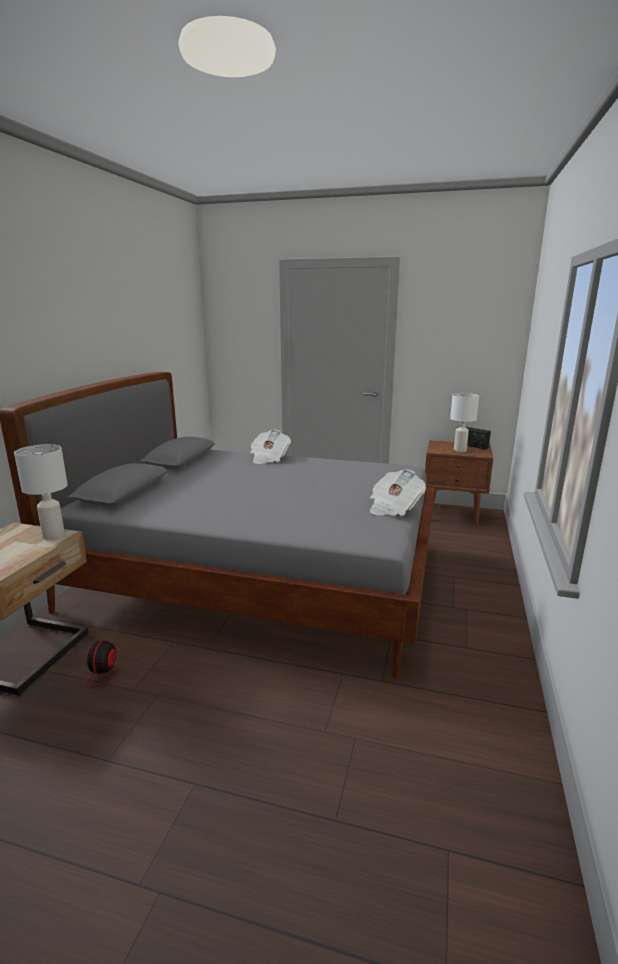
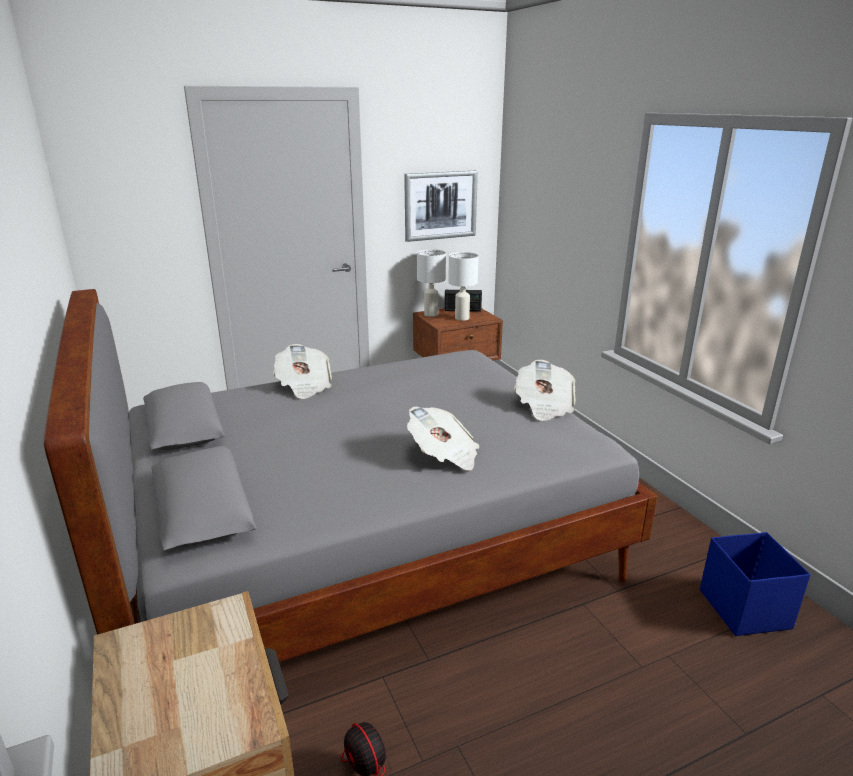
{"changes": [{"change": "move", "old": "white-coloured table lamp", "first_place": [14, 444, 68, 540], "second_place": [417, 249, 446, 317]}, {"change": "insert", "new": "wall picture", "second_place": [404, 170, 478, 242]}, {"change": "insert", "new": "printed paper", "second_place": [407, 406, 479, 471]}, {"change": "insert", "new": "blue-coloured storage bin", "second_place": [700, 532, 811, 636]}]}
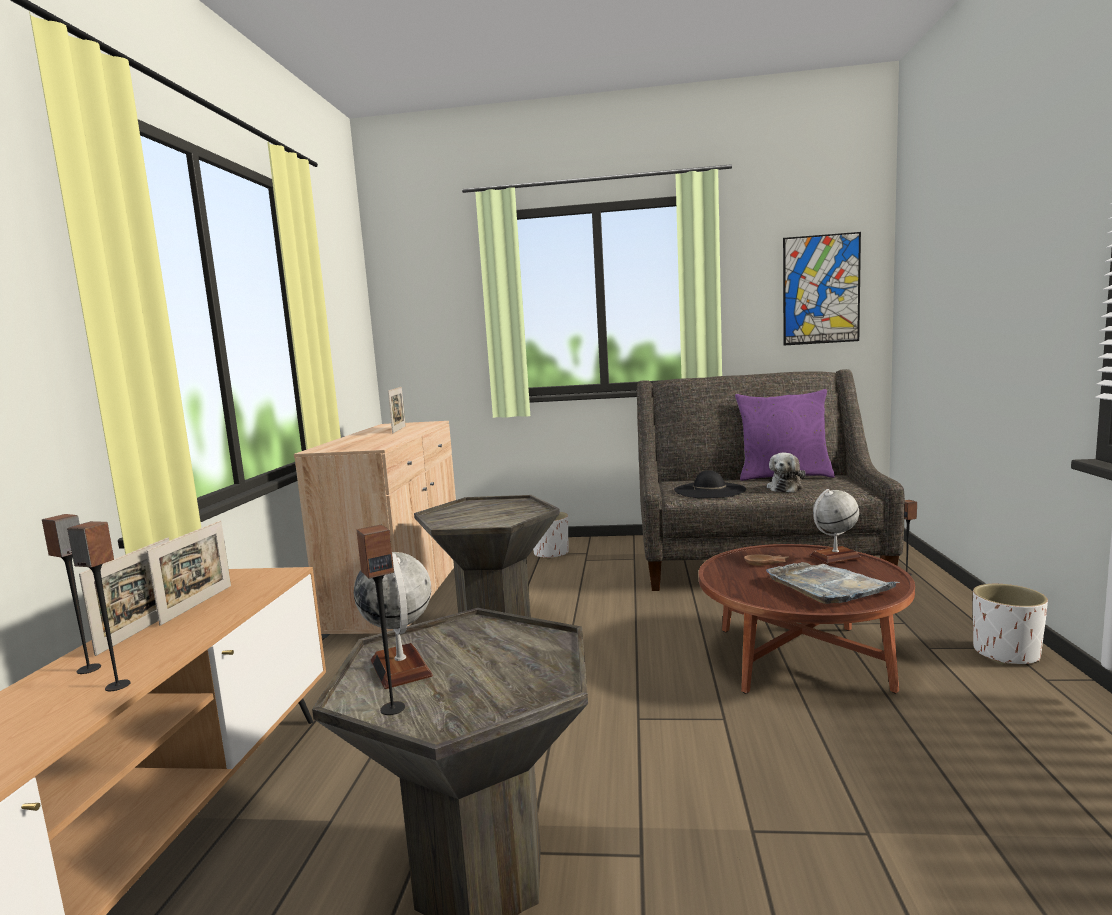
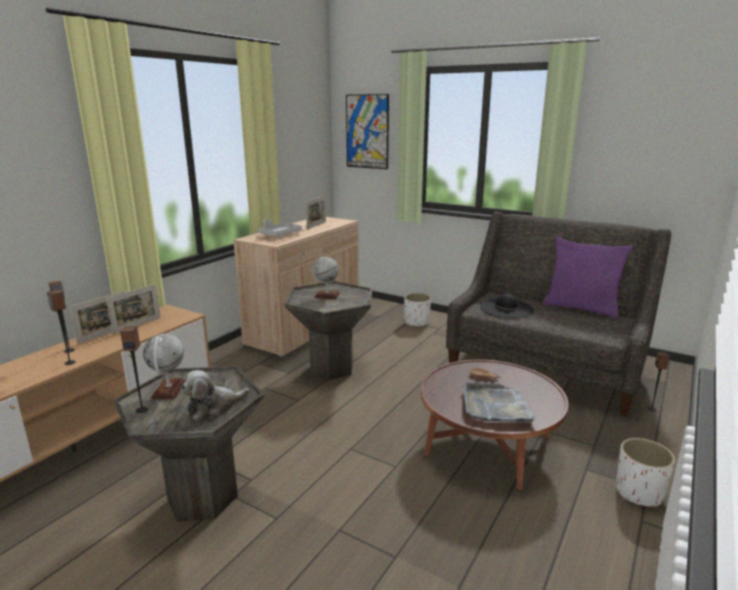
{"changes": [{"change": "move", "old": "soft toy", "first_place": [767, 453, 806, 493], "second_place": [181, 370, 250, 421]}, {"change": "move", "old": "wall picture", "first_place": [783, 232, 861, 346], "second_place": [346, 94, 389, 169]}, {"change": "move", "old": "world globe", "first_place": [810, 489, 861, 564], "second_place": [312, 256, 340, 299]}, {"change": "insert", "new": "grey carrying tray", "second_place": [258, 219, 302, 236]}]}
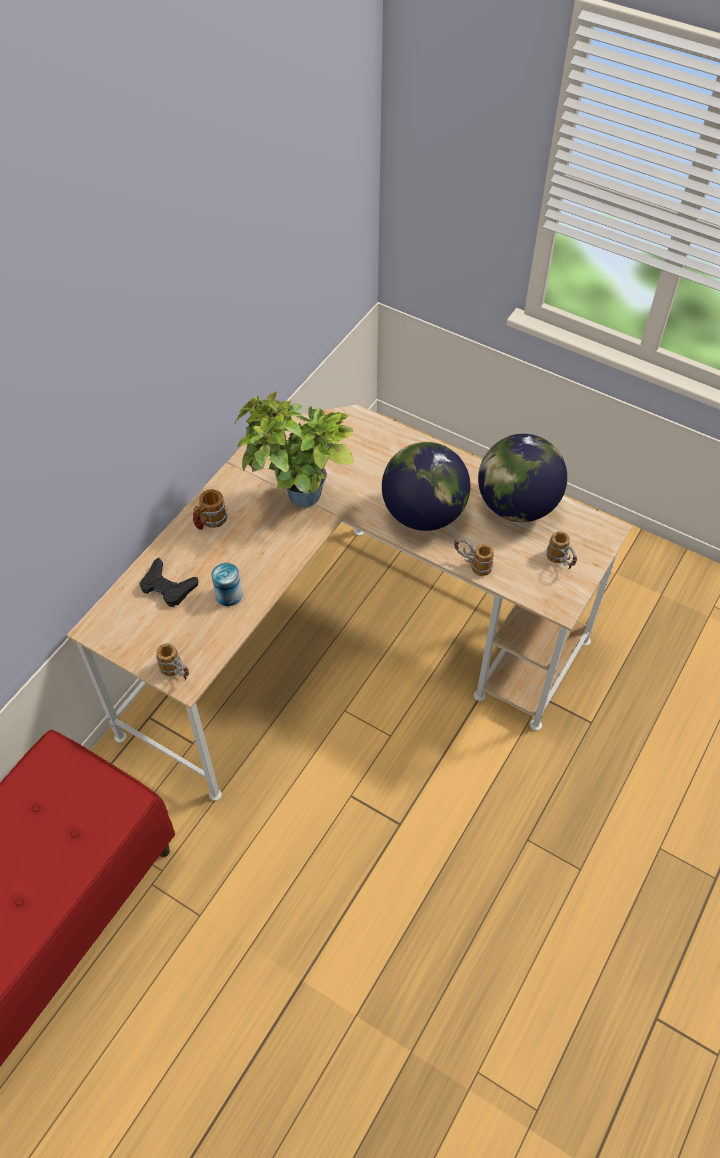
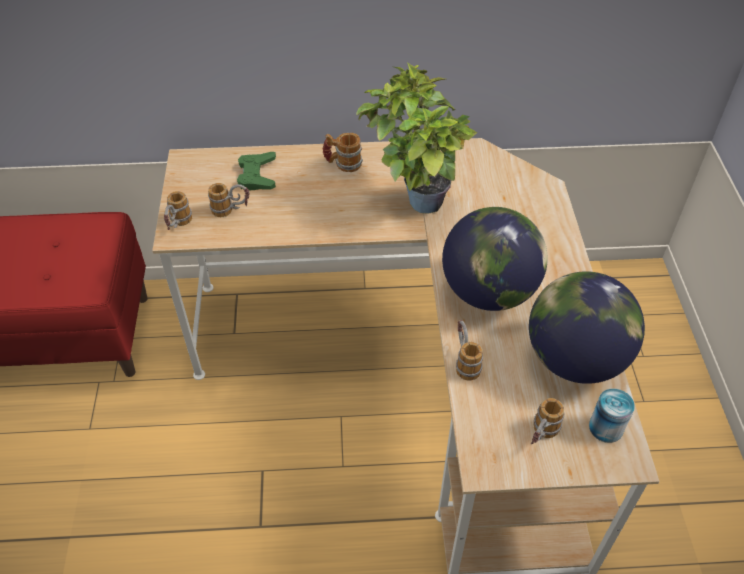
{"changes": [{"change": "recolor", "old": "black gamepad", "new": "greenish gamepad", "first_place": [140, 558, 198, 607], "second_place": [237, 152, 276, 190]}, {"change": "move", "old": "sealed can", "first_place": [211, 563, 243, 606], "second_place": [589, 389, 635, 443]}, {"change": "insert", "new": "tea mug", "second_place": [208, 183, 250, 217]}]}
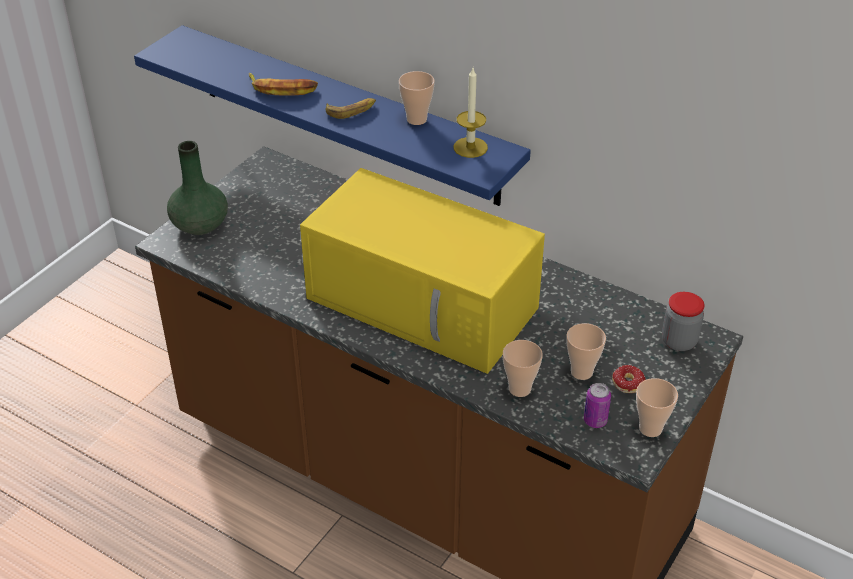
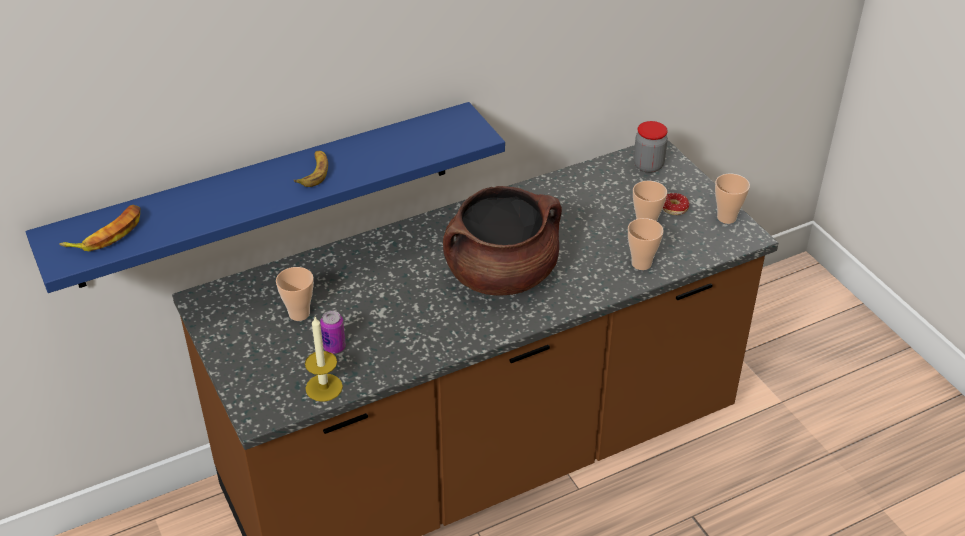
{"changes": [{"change": "delete", "old": "greenish vase", "first_place": [167, 141, 228, 235]}, {"change": "move", "old": "banana fruit", "first_place": [249, 73, 318, 96], "second_place": [59, 205, 140, 251]}, {"change": "replace", "old": "yellow-coloured microwave", "new": "brown saucepot", "first_place": [300, 168, 545, 374], "second_place": [443, 186, 562, 295]}, {"change": "move", "old": "small cup", "first_place": [399, 71, 435, 125], "second_place": [276, 267, 314, 321]}, {"change": "move", "old": "wax candle", "first_place": [453, 68, 488, 158], "second_place": [305, 317, 343, 402]}, {"change": "move", "old": "sealed can", "first_place": [584, 383, 611, 428], "second_place": [320, 311, 346, 354]}]}
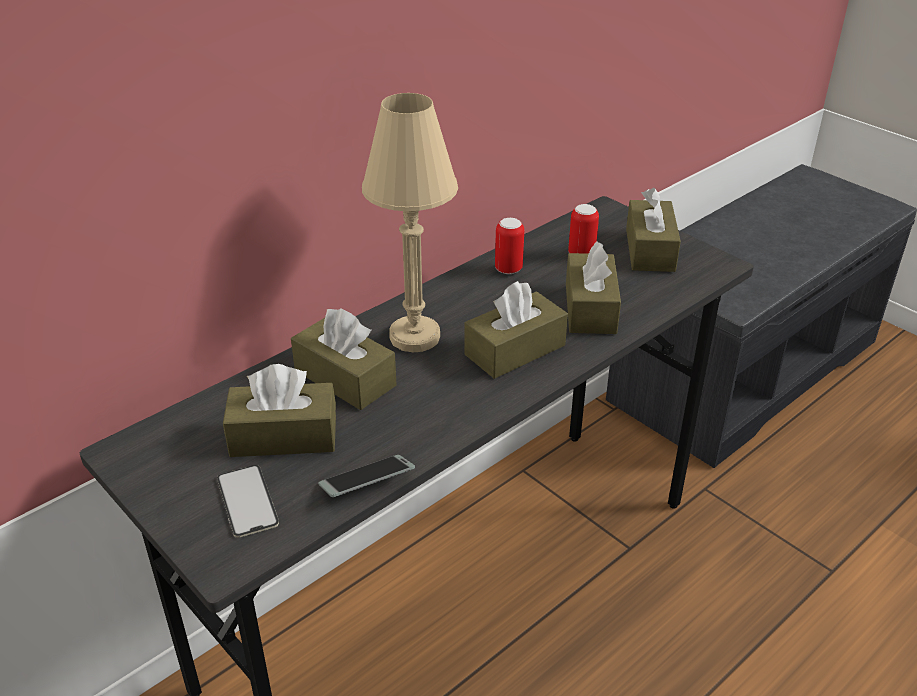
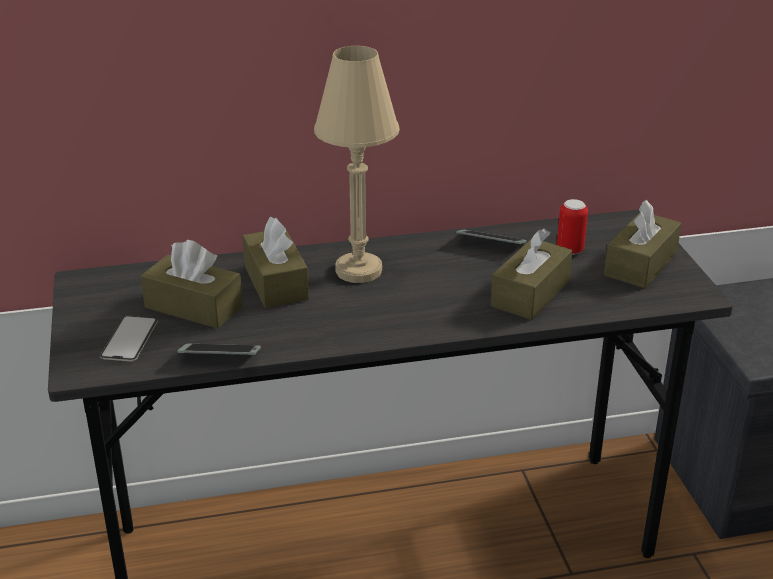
{"changes": [{"change": "delete", "old": "brown tissue holder", "first_place": [464, 281, 568, 379]}, {"change": "replace", "old": "sealed can", "new": "telephone", "first_place": [495, 218, 524, 274], "second_place": [456, 230, 526, 244]}]}
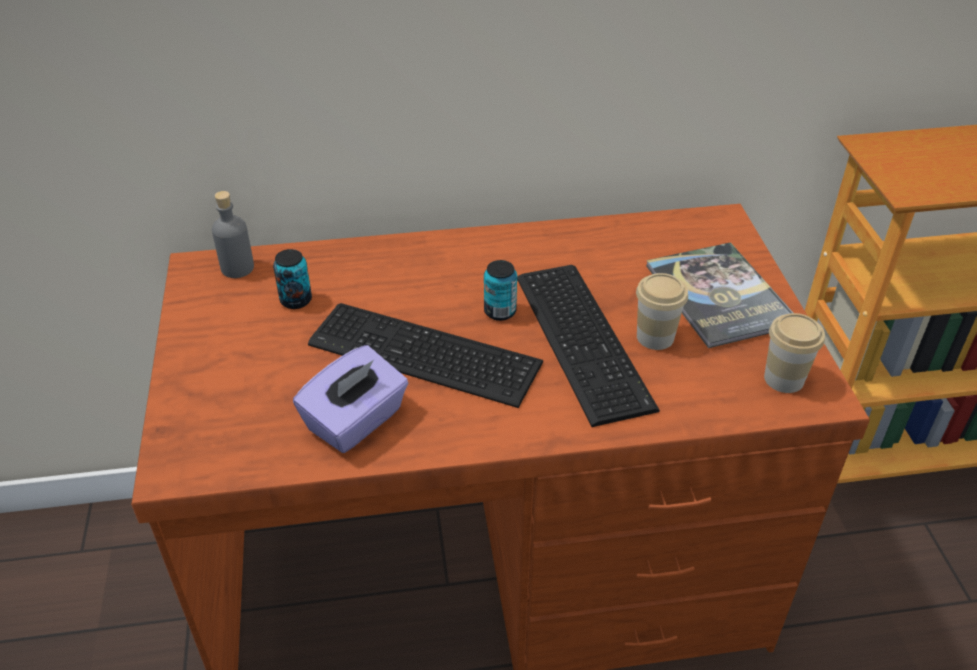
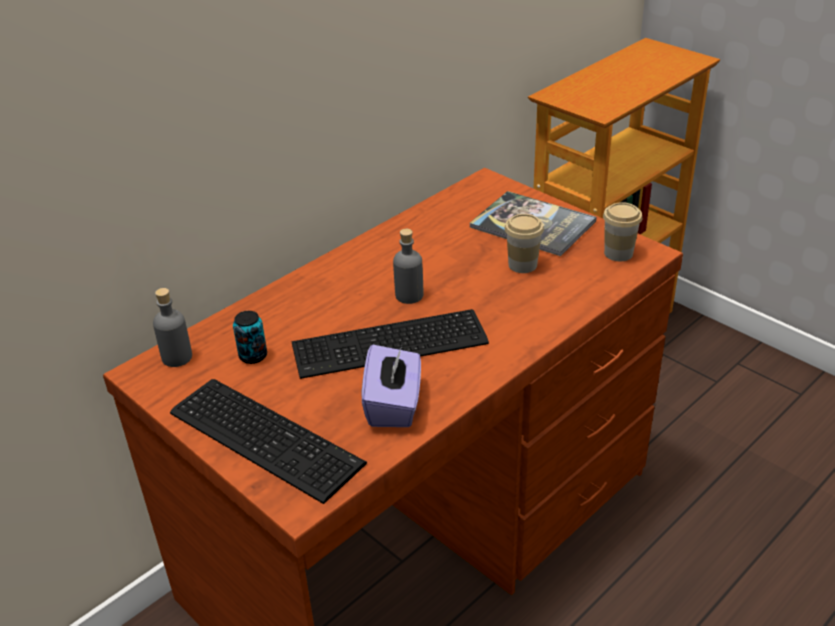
{"changes": [{"change": "replace", "old": "sealed can", "new": "grey bottle", "first_place": [484, 260, 517, 321], "second_place": [393, 229, 423, 304]}, {"change": "move", "old": "keyboard", "first_place": [517, 265, 660, 427], "second_place": [170, 379, 367, 504]}]}
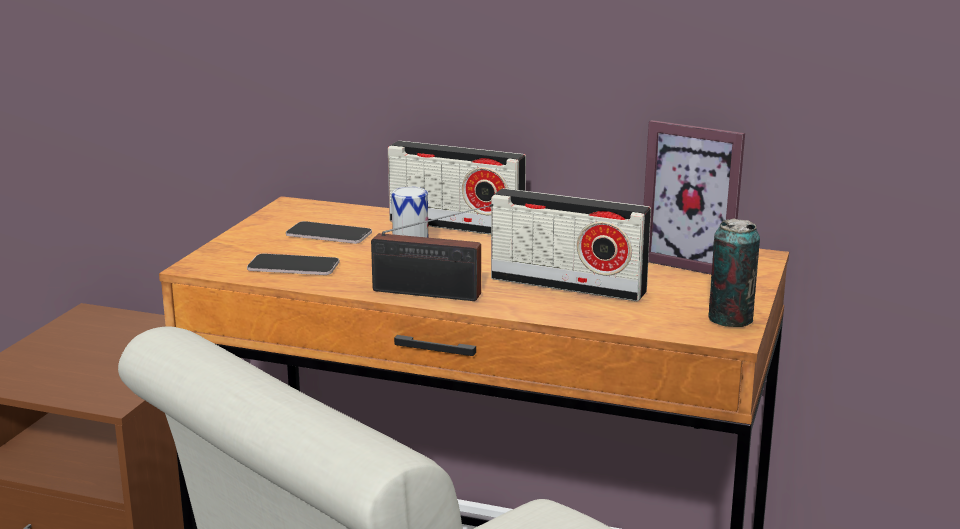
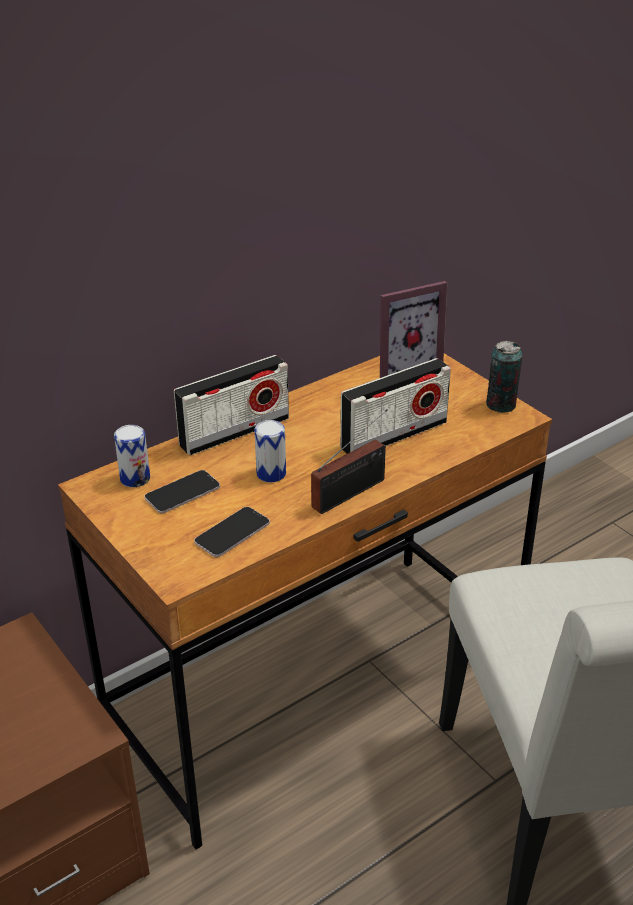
{"changes": [{"change": "insert", "new": "sealed can", "second_place": [114, 425, 150, 487]}]}
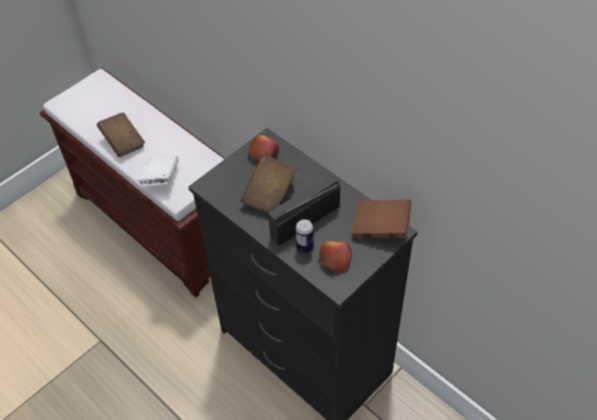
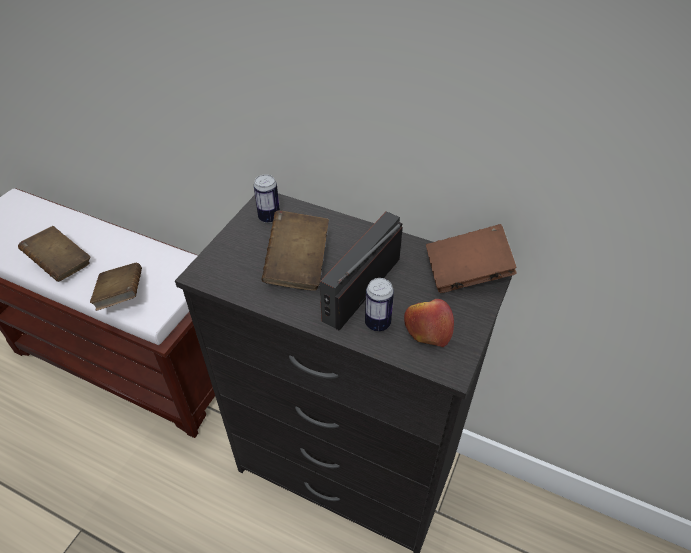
{"changes": [{"change": "recolor", "old": "white-coloured volume", "new": "brown volume", "first_place": [137, 155, 179, 187], "second_place": [90, 263, 142, 311]}, {"change": "replace", "old": "whole apple", "new": "sealed can", "first_place": [249, 135, 279, 164], "second_place": [254, 174, 280, 223]}]}
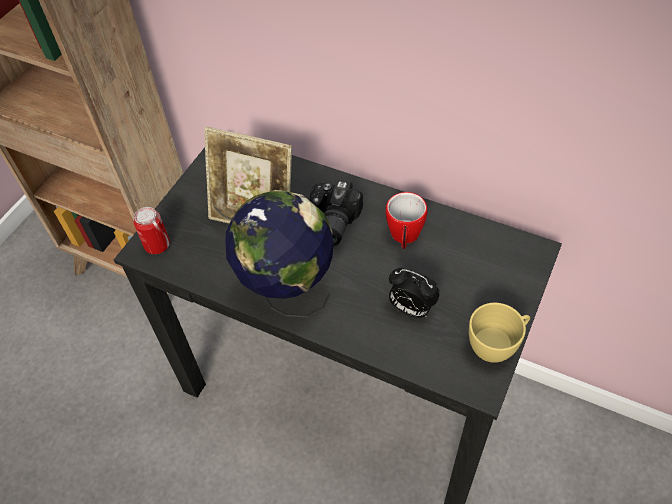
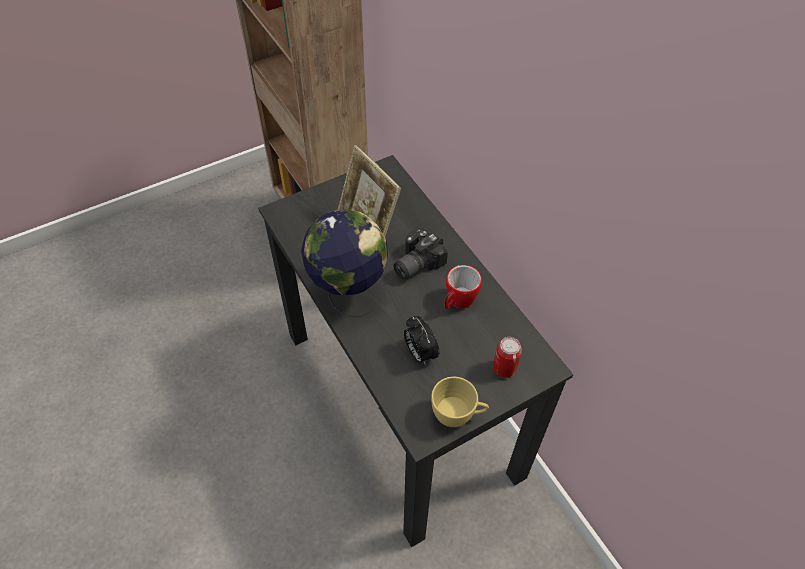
{"changes": [{"change": "move", "old": "sealed can", "first_place": [134, 207, 170, 254], "second_place": [493, 337, 522, 378]}]}
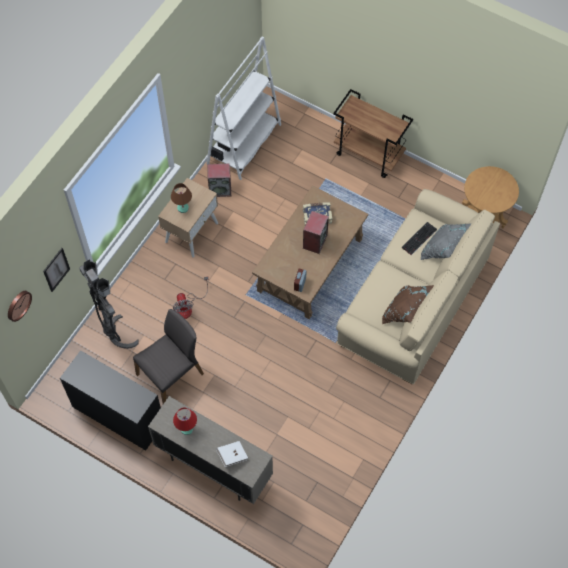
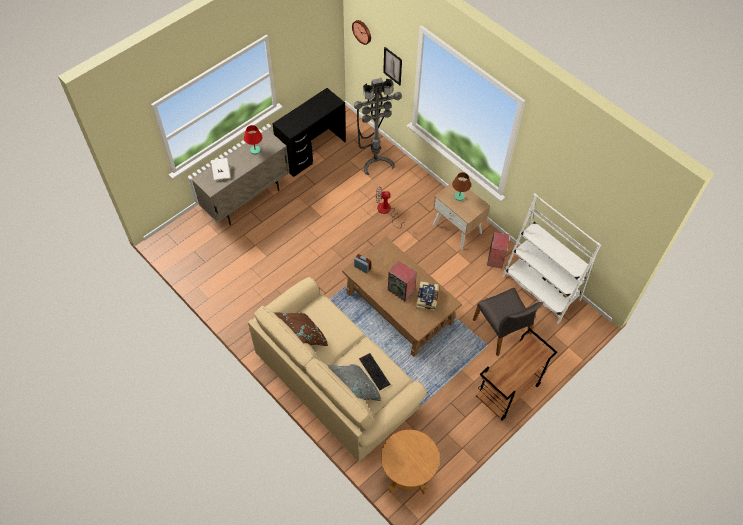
{"changes": [{"change": "move", "old": "grey chair", "first_place": [133, 309, 204, 404], "second_place": [473, 288, 543, 356]}]}
